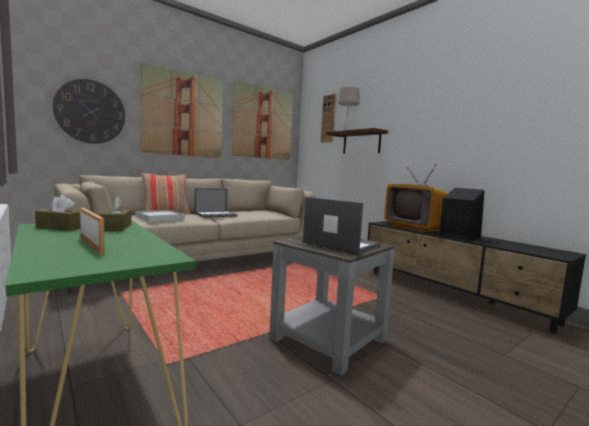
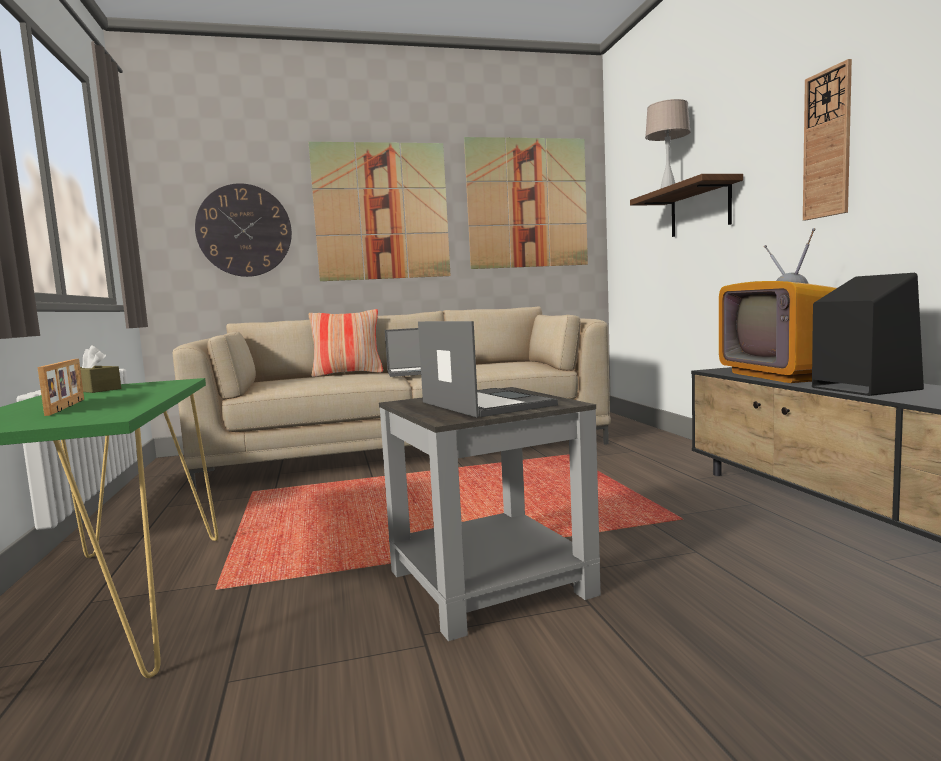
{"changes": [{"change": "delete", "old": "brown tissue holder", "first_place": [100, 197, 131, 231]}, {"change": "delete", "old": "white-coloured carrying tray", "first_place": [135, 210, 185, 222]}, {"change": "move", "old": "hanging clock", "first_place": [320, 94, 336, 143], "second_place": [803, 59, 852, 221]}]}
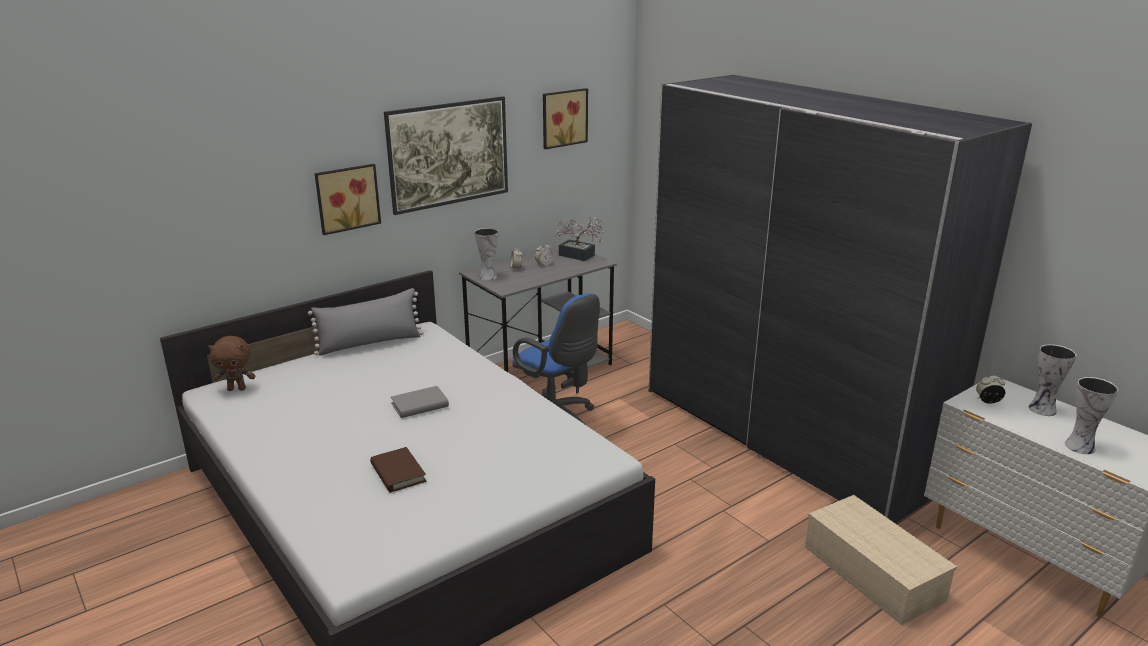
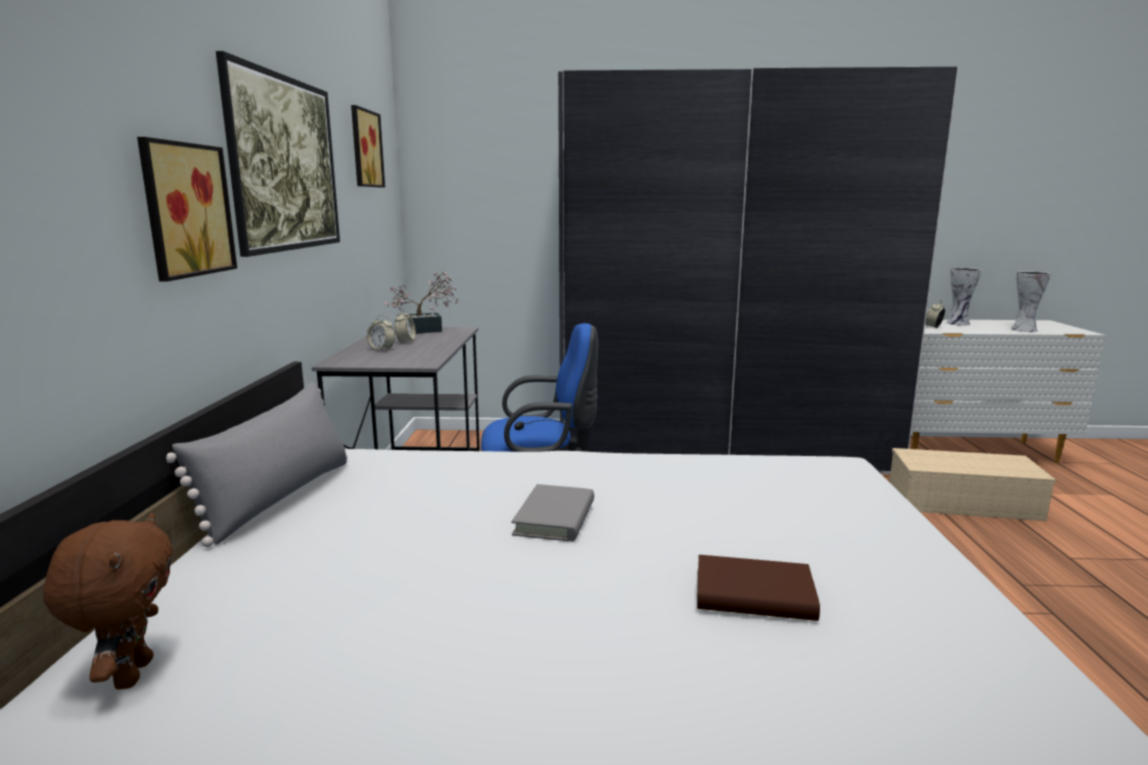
{"changes": [{"change": "rotate", "old": "brown soft toy", "first_place": [208, 336, 256, 391], "second_place": [43, 513, 173, 690], "degrees": -45}, {"change": "delete", "old": "vase", "first_place": [475, 228, 499, 281]}]}
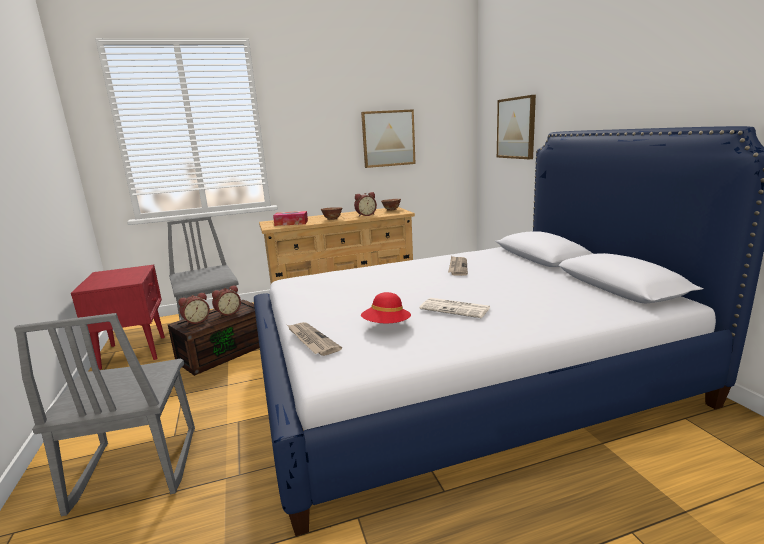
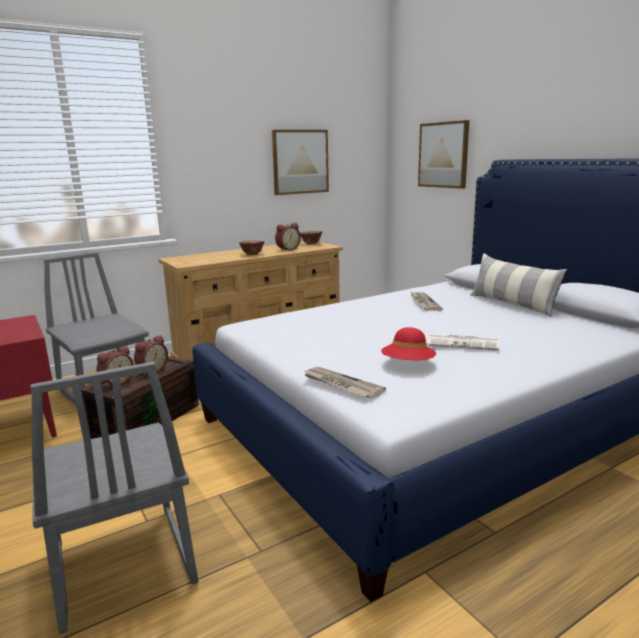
{"changes": [{"change": "delete", "old": "tissue holder", "first_place": [273, 211, 308, 226]}, {"change": "insert", "new": "cushion", "second_place": [470, 253, 567, 317]}]}
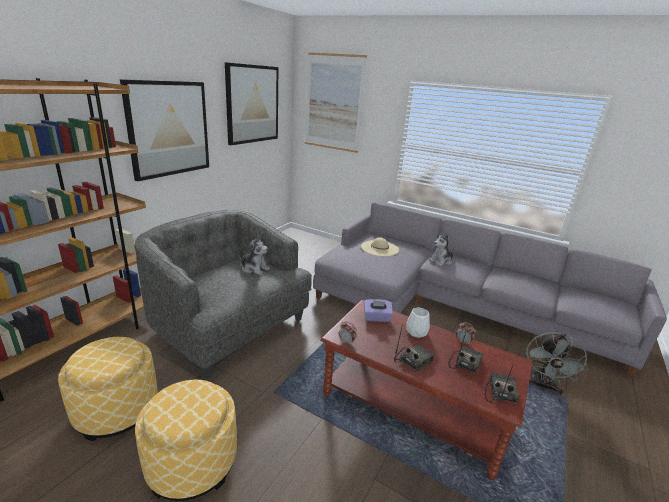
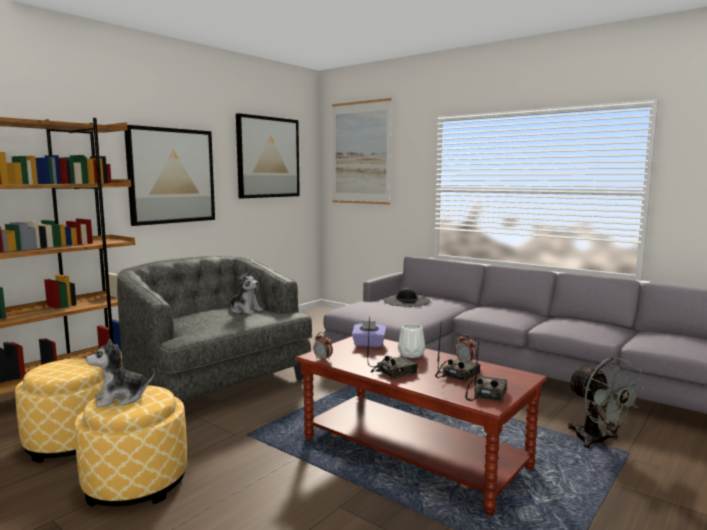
{"changes": [{"change": "recolor", "old": "beige hat", "new": "black hat", "first_place": [361, 237, 399, 256], "second_place": [384, 288, 431, 307]}, {"change": "move", "old": "soft toy", "first_place": [429, 233, 454, 266], "second_place": [86, 338, 155, 408]}, {"change": "rotate", "old": "grey cooling fan", "first_place": [526, 331, 588, 395], "second_place": [567, 357, 644, 448], "degrees": -60}]}
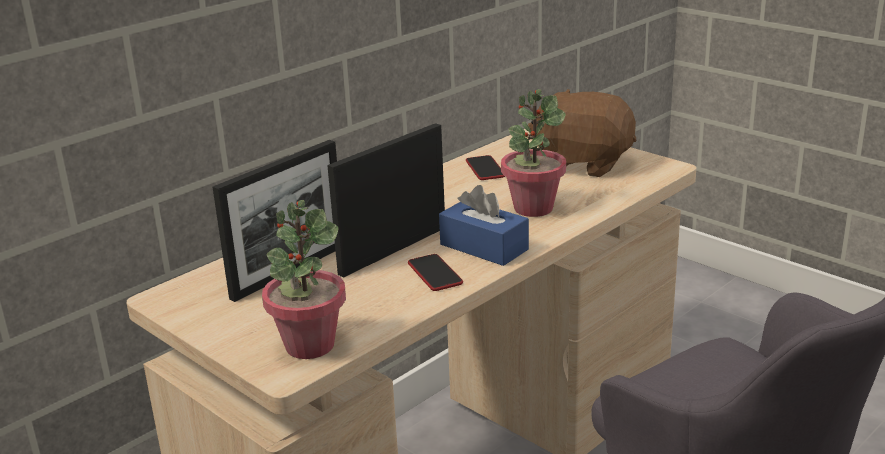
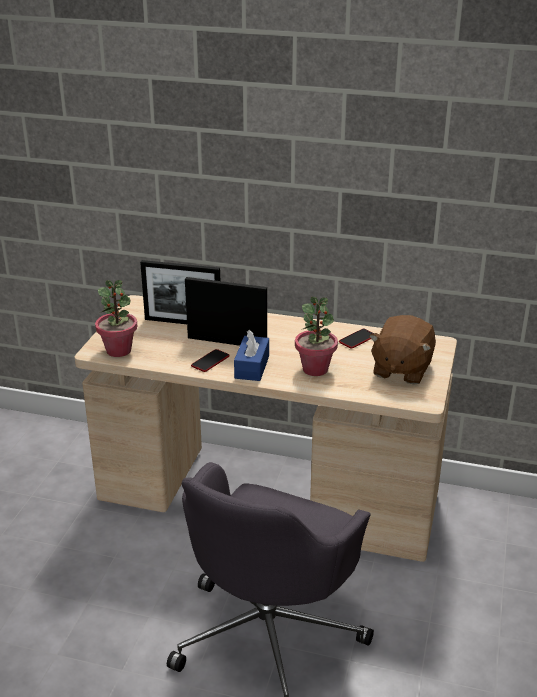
{"changes": [{"change": "rotate", "old": "brown soft toy", "first_place": [528, 89, 636, 177], "second_place": [369, 315, 436, 385], "degrees": -150}]}
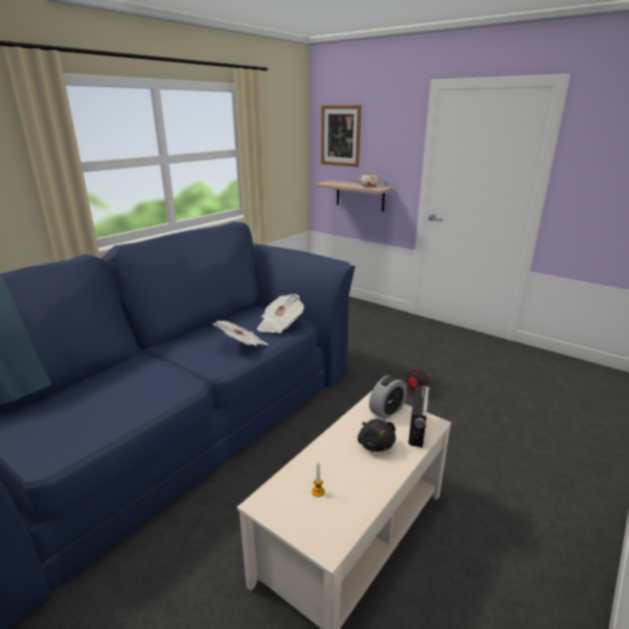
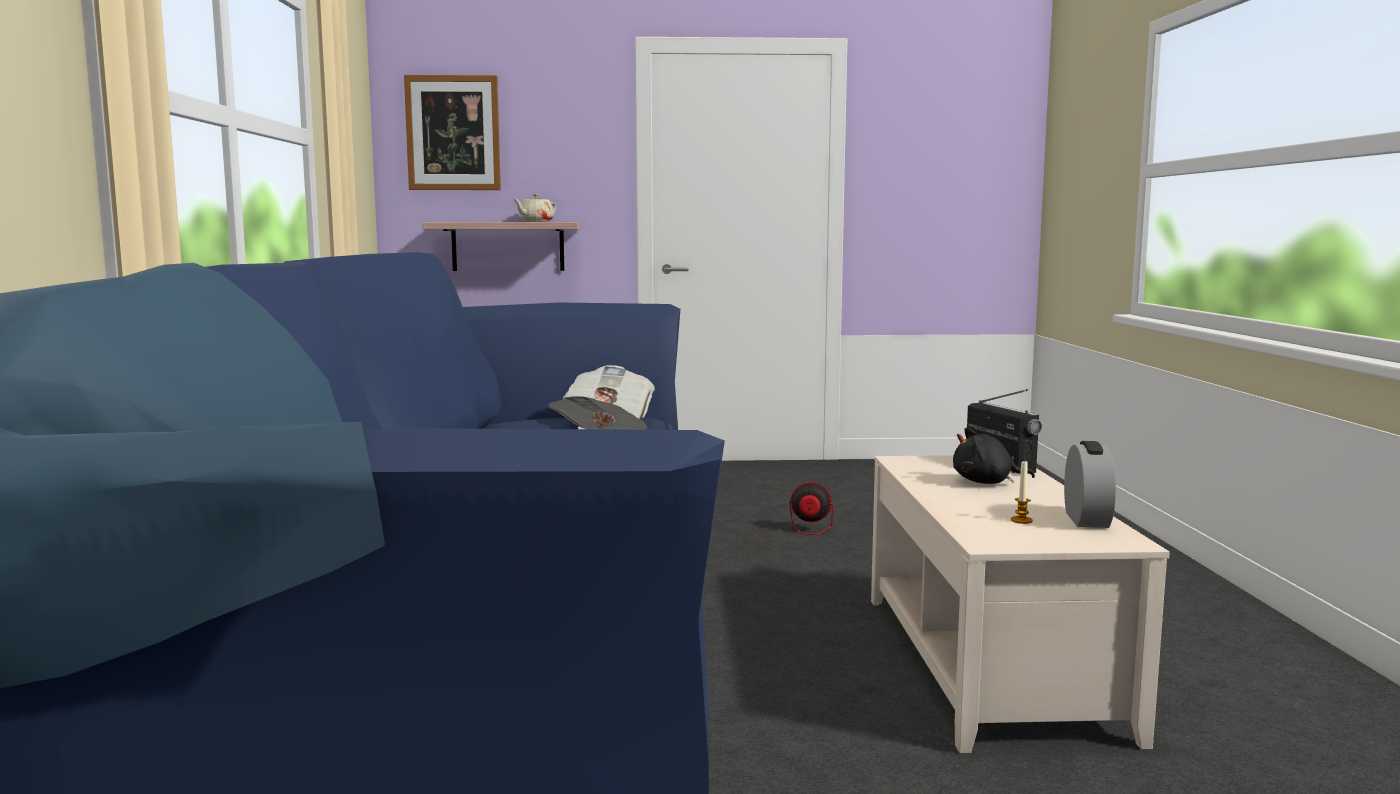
{"changes": [{"change": "rotate", "old": "black soft toy", "first_place": [358, 419, 396, 452], "second_place": [953, 428, 1035, 484], "degrees": 150}, {"change": "move", "old": "bedside clock", "first_place": [369, 375, 407, 420], "second_place": [1064, 441, 1116, 528]}]}
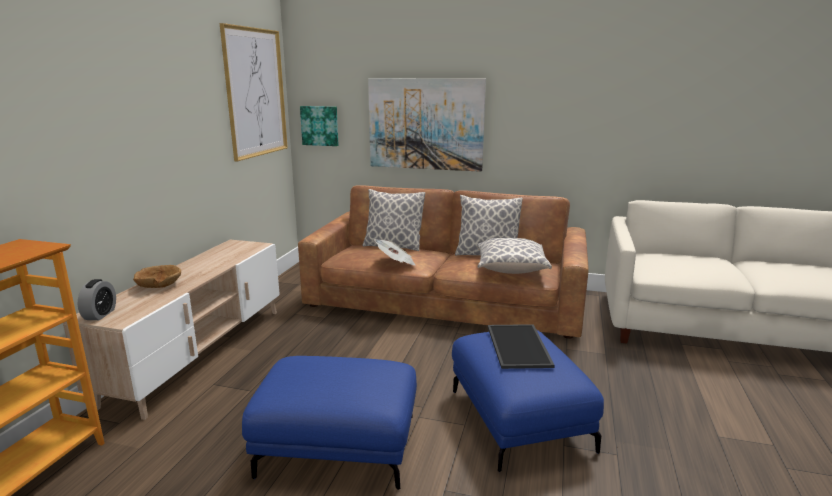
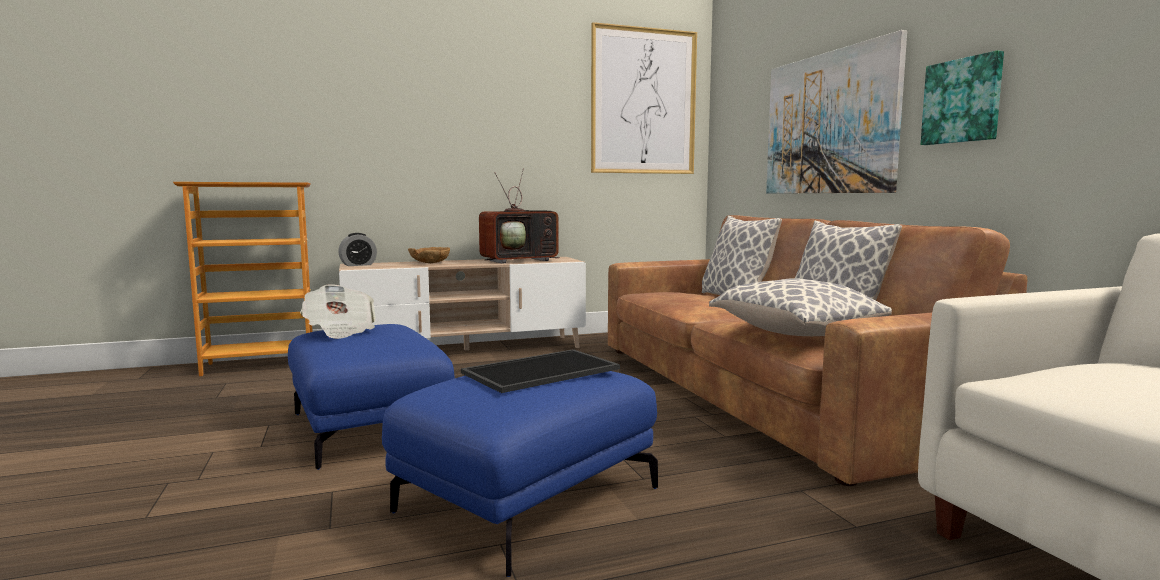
{"changes": [{"change": "move", "old": "wall picture", "first_place": [300, 106, 339, 146], "second_place": [921, 50, 1004, 145]}, {"change": "move", "old": "printed paper", "first_place": [374, 239, 416, 266], "second_place": [300, 284, 376, 339]}, {"change": "insert", "new": "TV set", "second_place": [479, 168, 559, 263]}]}
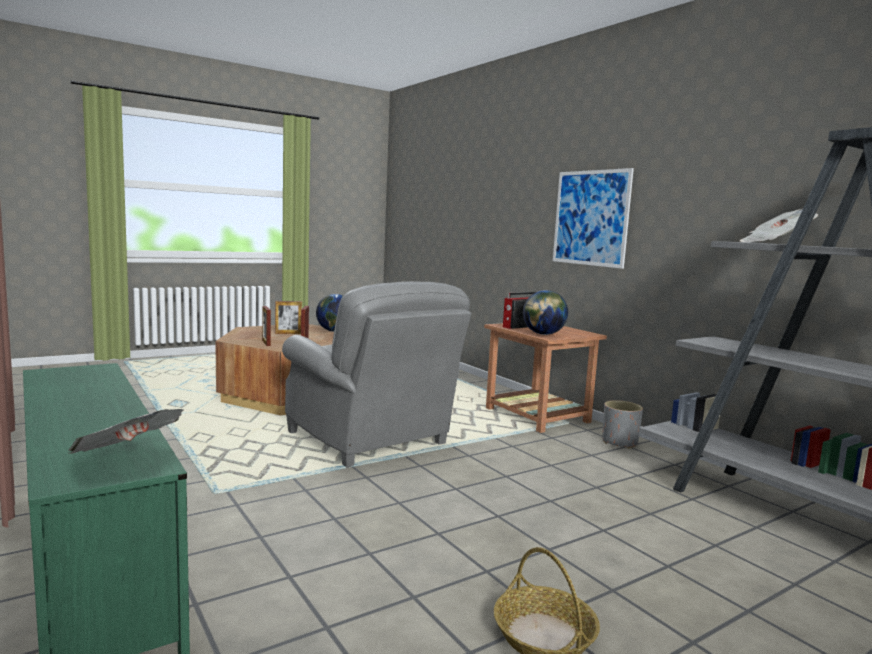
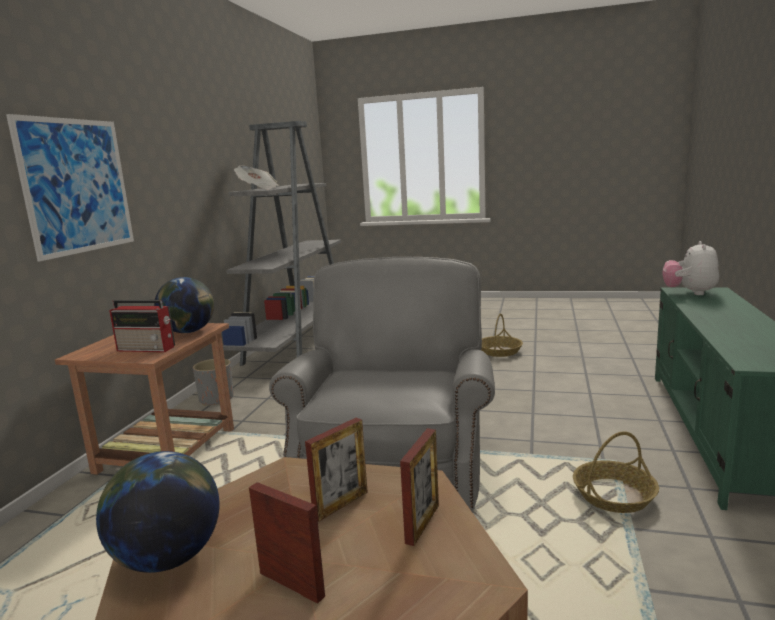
{"changes": [{"change": "replace", "old": "printed paper", "new": "soft toy", "first_place": [68, 409, 183, 454], "second_place": [662, 241, 719, 295]}, {"change": "insert", "new": "storage basket", "second_place": [573, 431, 659, 513]}]}
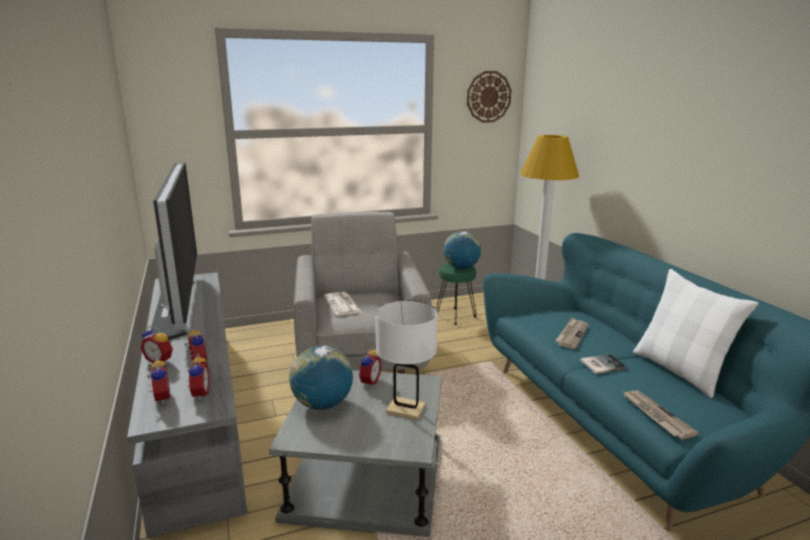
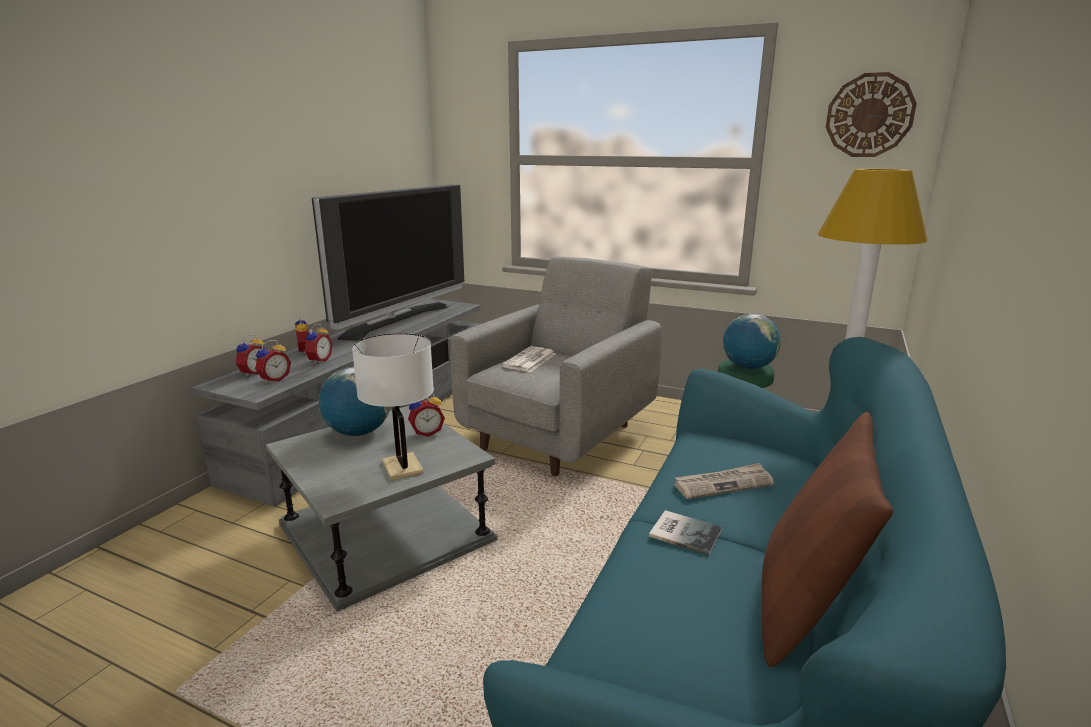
{"changes": [{"change": "delete", "old": "printed paper", "first_place": [623, 391, 699, 439]}, {"change": "recolor", "old": "white-coloured cushion", "new": "brown cushion", "first_place": [633, 269, 758, 398], "second_place": [762, 412, 893, 667]}]}
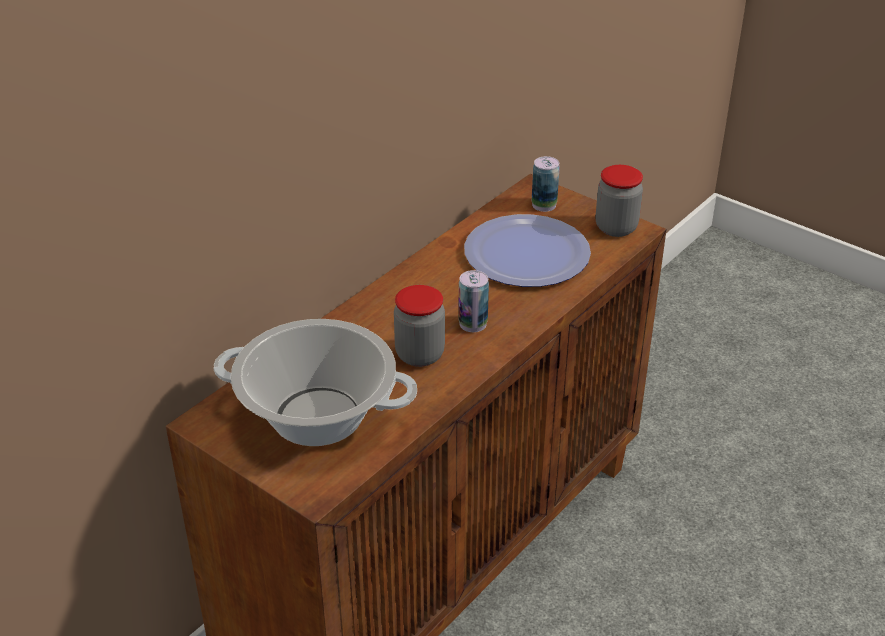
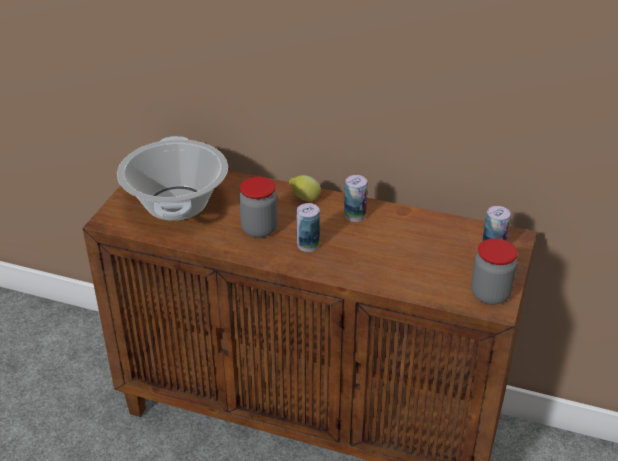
{"changes": [{"change": "delete", "old": "dinner plate", "first_place": [464, 214, 591, 287]}, {"change": "insert", "new": "lemon", "second_place": [289, 175, 321, 202]}, {"change": "insert", "new": "sealed can", "second_place": [344, 175, 368, 222]}]}
